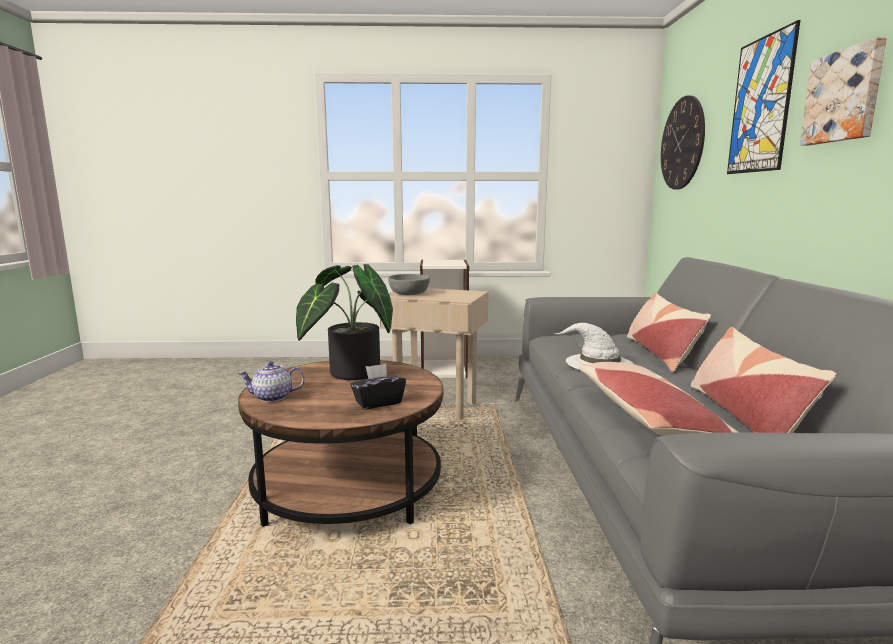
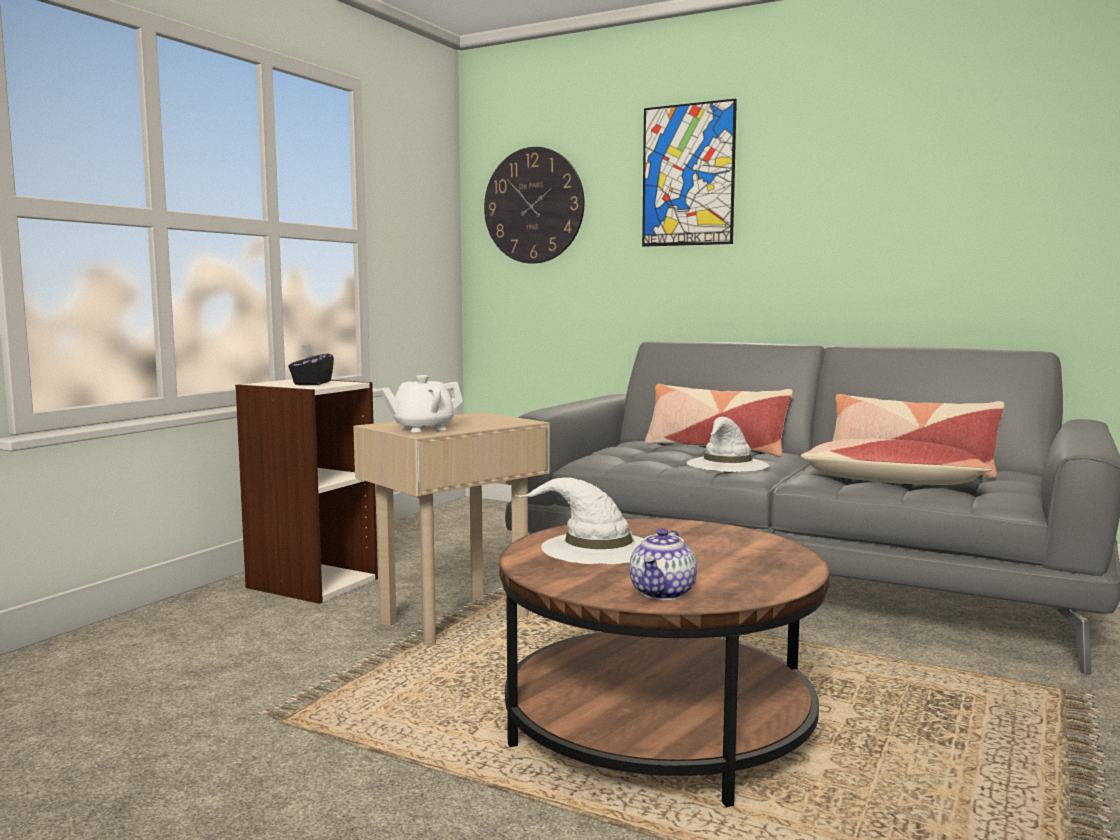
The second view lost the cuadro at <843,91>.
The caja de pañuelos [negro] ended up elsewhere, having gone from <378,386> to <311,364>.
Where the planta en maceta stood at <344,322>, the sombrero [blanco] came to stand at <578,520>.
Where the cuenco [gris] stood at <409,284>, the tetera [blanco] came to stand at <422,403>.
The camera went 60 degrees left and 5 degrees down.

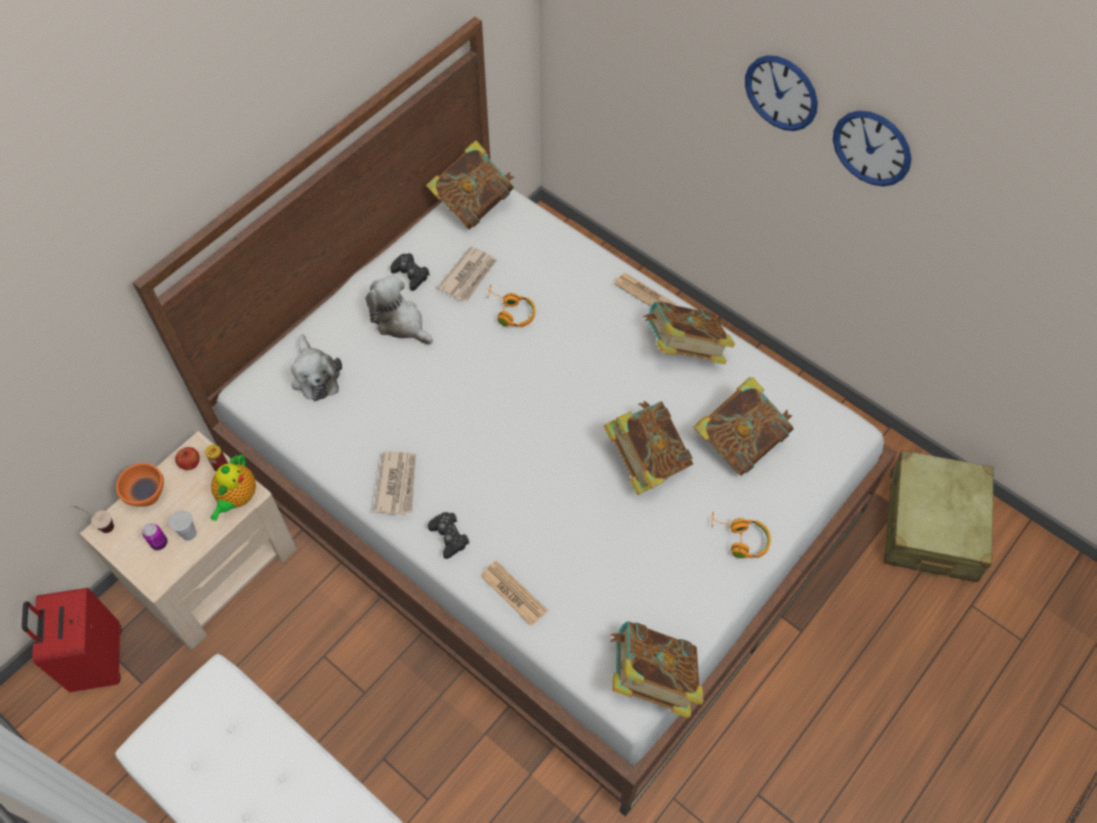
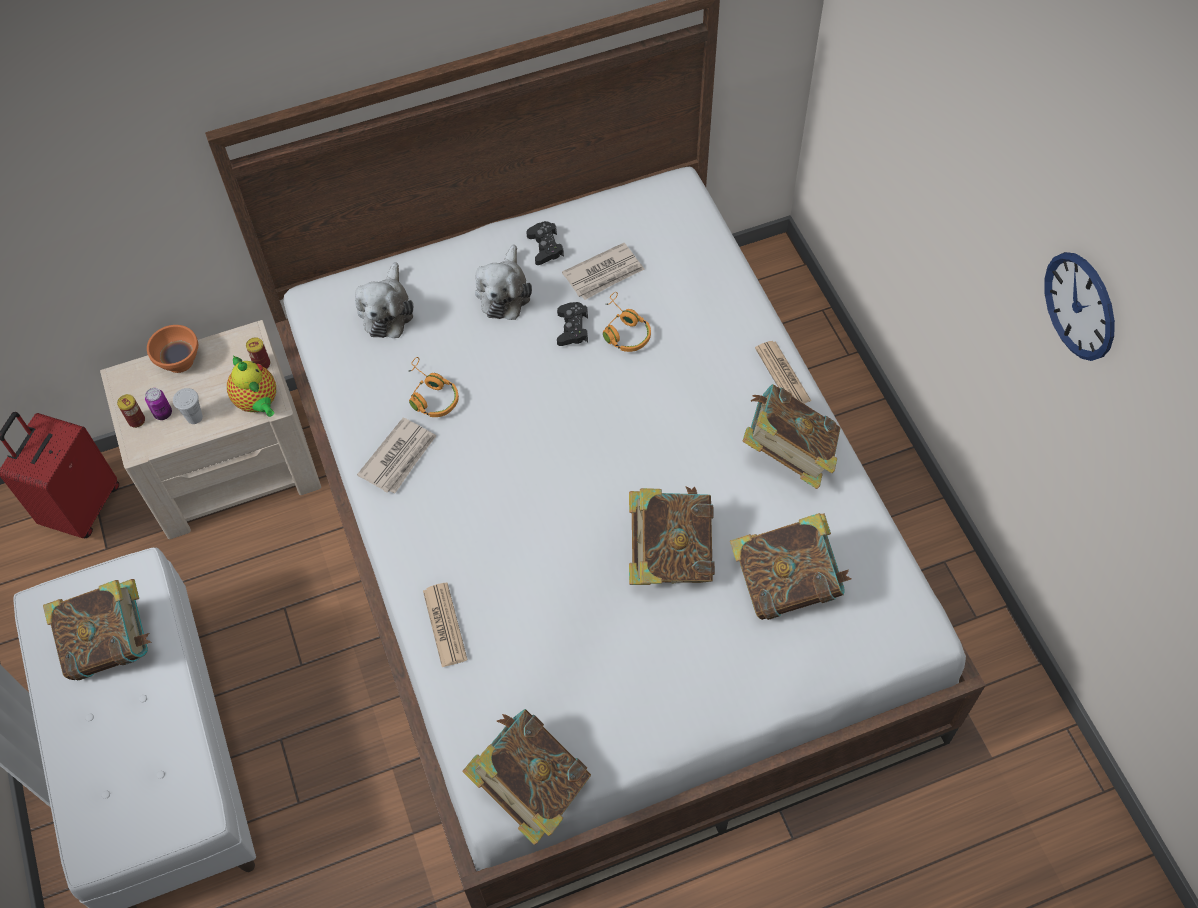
The second view lost the taza at <93,519>.
The second view lost the manzana at <187,458>.
The second view lost the reloj de pared at <781,93>.
The second view lost the maleta [beis] at <939,516>.
The second view gained the lata at <131,411>.
The libro ended up elsewhere, having gone from <470,184> to <97,629>.
The mando de consola [negro] ended up elsewhere, having gone from <448,535> to <572,324>.
The auriculares [naranja] ended up elsewhere, having gone from <741,535> to <434,387>.
The tetera at <233,488> ended up facing another way, 75 degrees counterclockwise from before.
The peluche at <399,309> ended up facing another way, 150 degrees counterclockwise from before.
The camera went 30 degrees right and 0 degrees up.

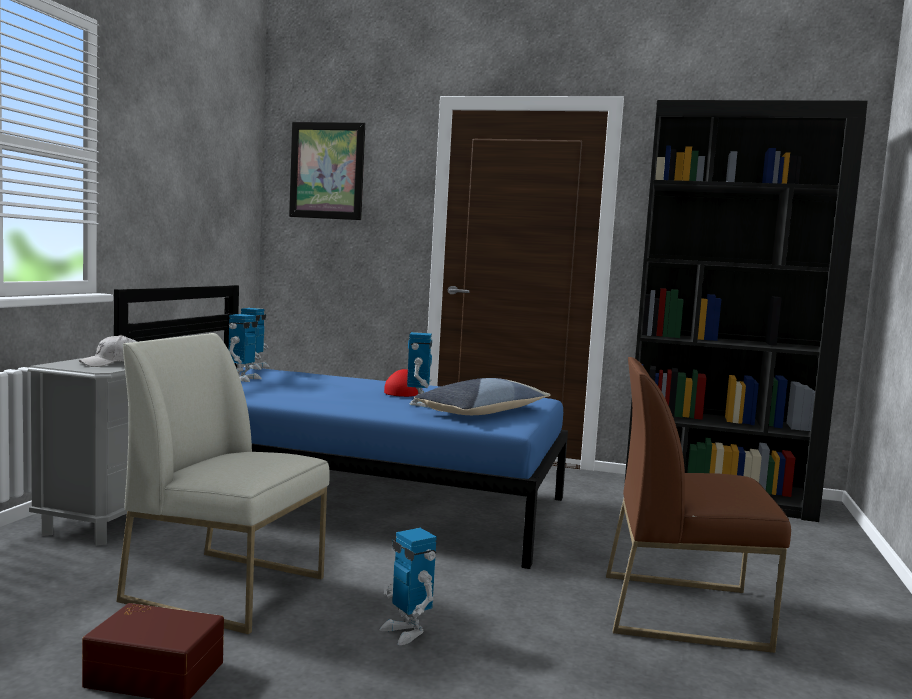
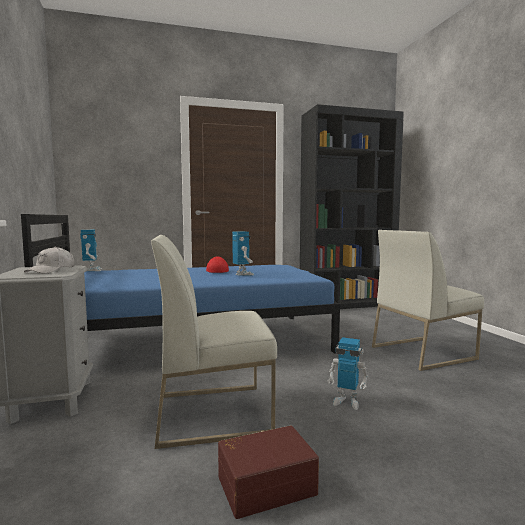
The second view lost the robot de juguete at <245,348>.
The second view lost the cuadro at <327,171>.
The second view lost the cojín at <482,396>.
What was the silla [marrón] at <698,505> turned into the silla [blanco] at <428,300>.
The camera went 30 degrees left and 0 degrees up.

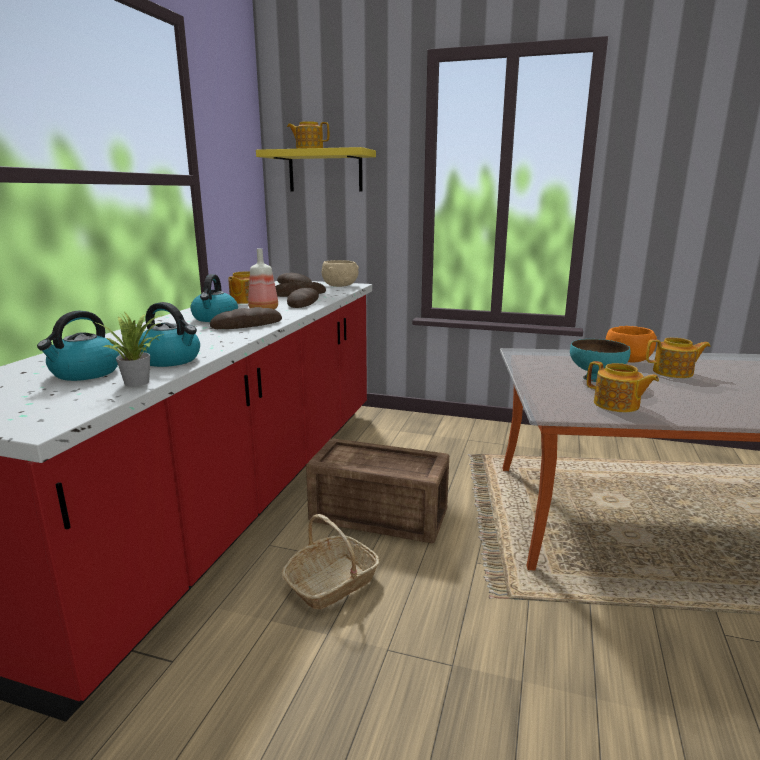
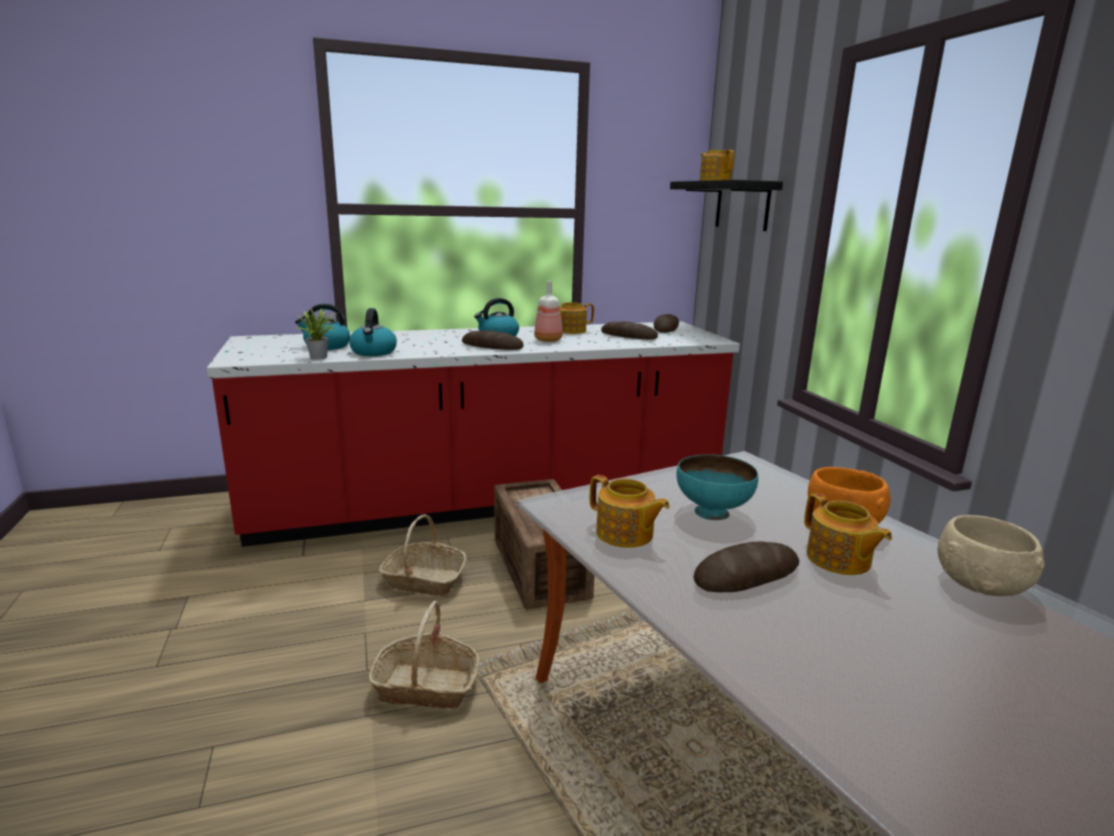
The second view gained the cesta at <424,655>.
The pan ended up elsewhere, having gone from <303,298> to <746,567>.
The cuenco [beis] ended up elsewhere, having gone from <340,273> to <991,555>.
What was the estante [amarillo] at <316,169> turned into the estante [negro] at <726,205>.
The tetera at <623,386> ended up facing another way, 60 degrees counterclockwise from before.
The camera went 55 degrees right and 0 degrees up.

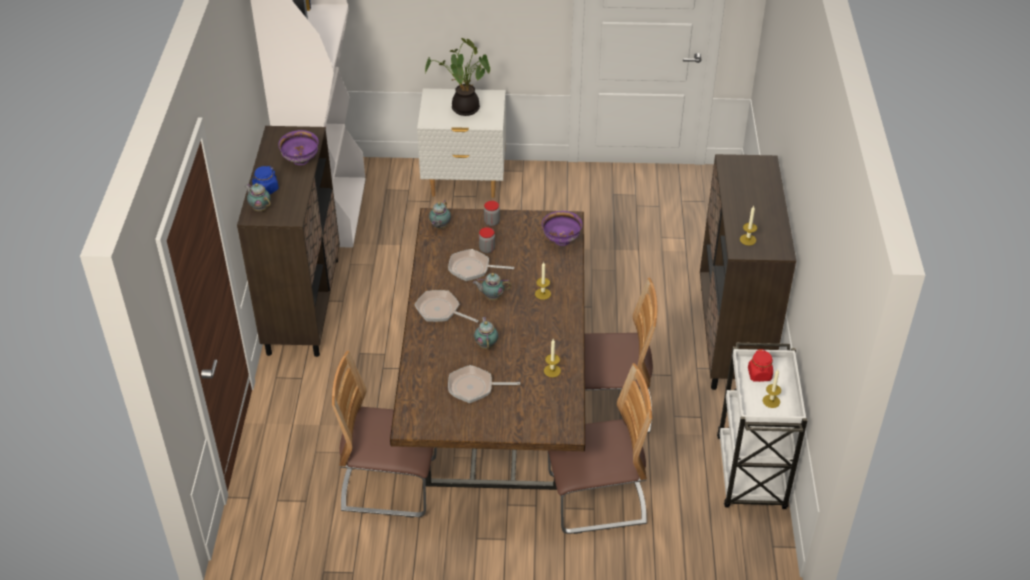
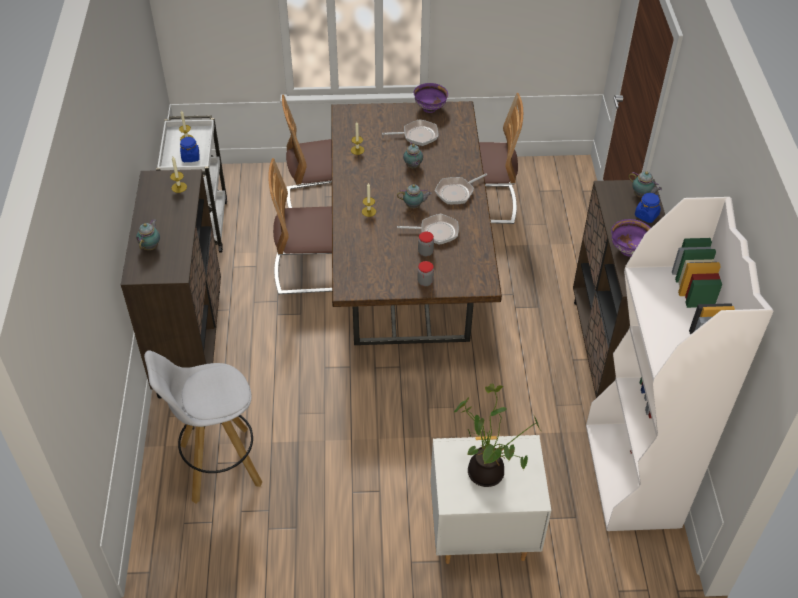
The second view gained the taburete [blanco] at <203,427>.
The tetera ended up elsewhere, having gone from <440,215> to <148,235>.
The cuenco [morado] ended up elsewhere, having gone from <562,228> to <431,98>.
What was the tarro [rojo] at <760,365> turned into the tarro [azul] at <189,149>.
The sartén at <446,306> ended up facing another way, 120 degrees clockwise from before.
The camera went 175 degrees right and 5 degrees up.

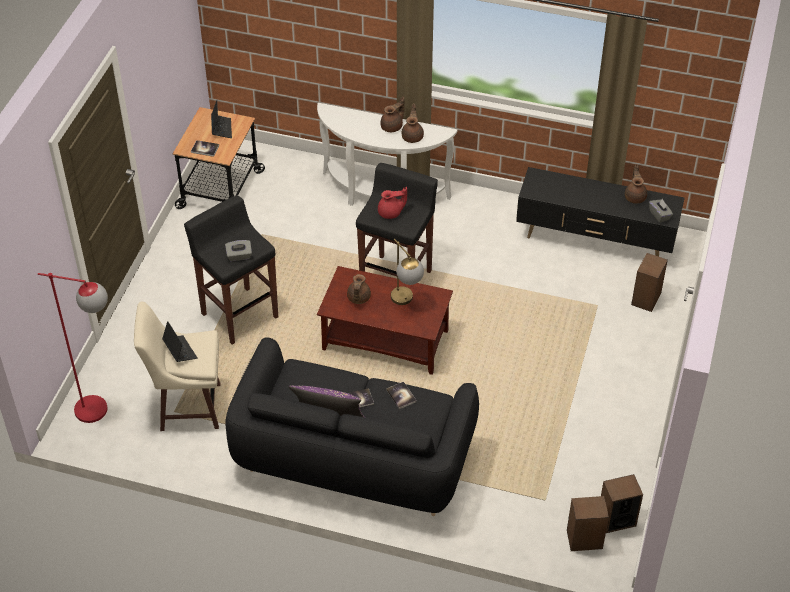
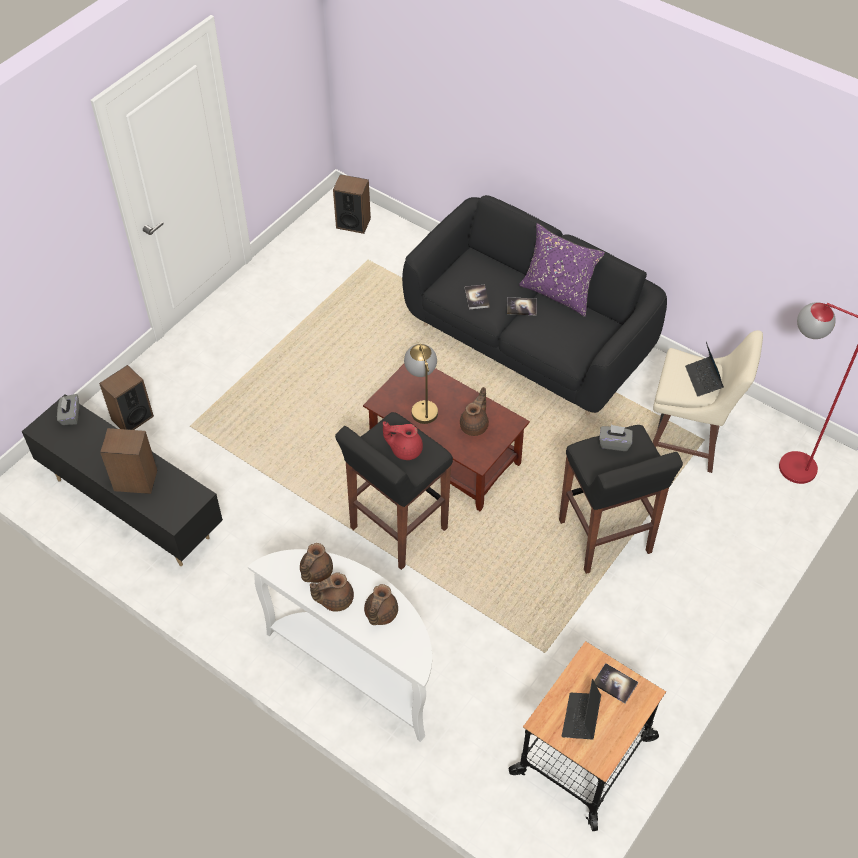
The altavoz ended up elsewhere, having gone from <622,503> to <128,461>.
The tetera [marrón] ended up elsewhere, having gone from <636,184> to <381,604>.
The camera went 160 degrees left and 5 degrees up.

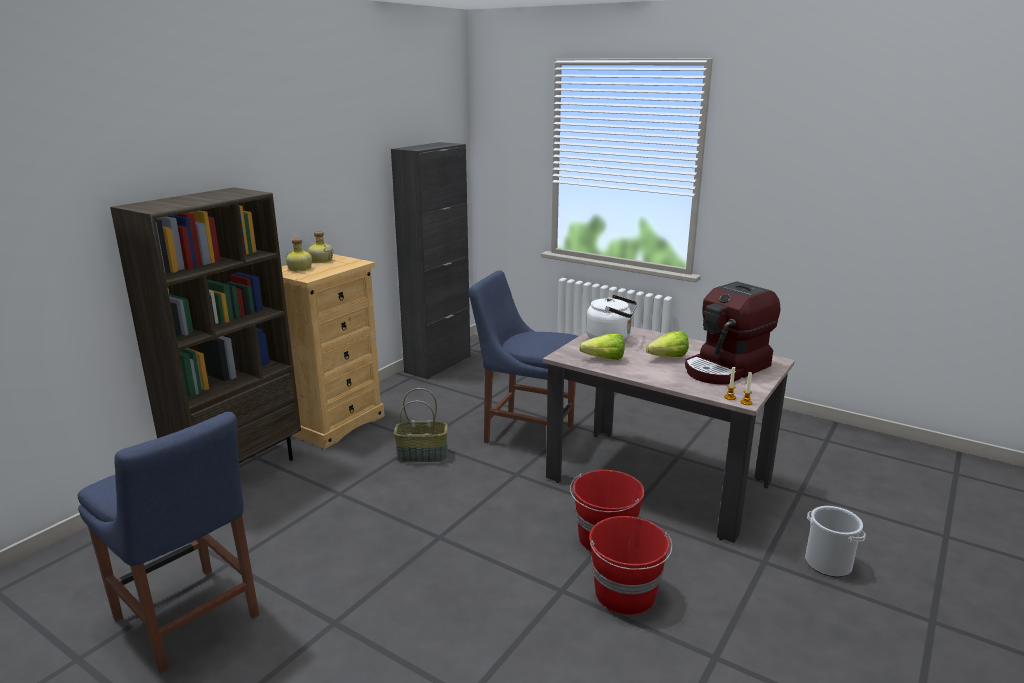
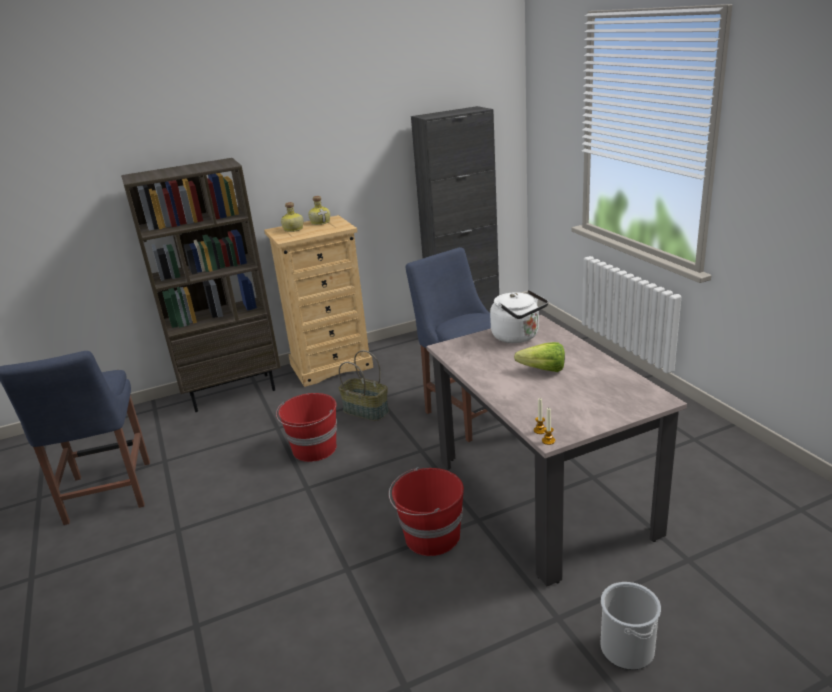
The second view lost the lechuga at <602,346>.
The second view lost the cafetera at <732,332>.
The cubo [rojo] ended up elsewhere, having gone from <630,565> to <306,427>.
The camera went 35 degrees right and 5 degrees up.

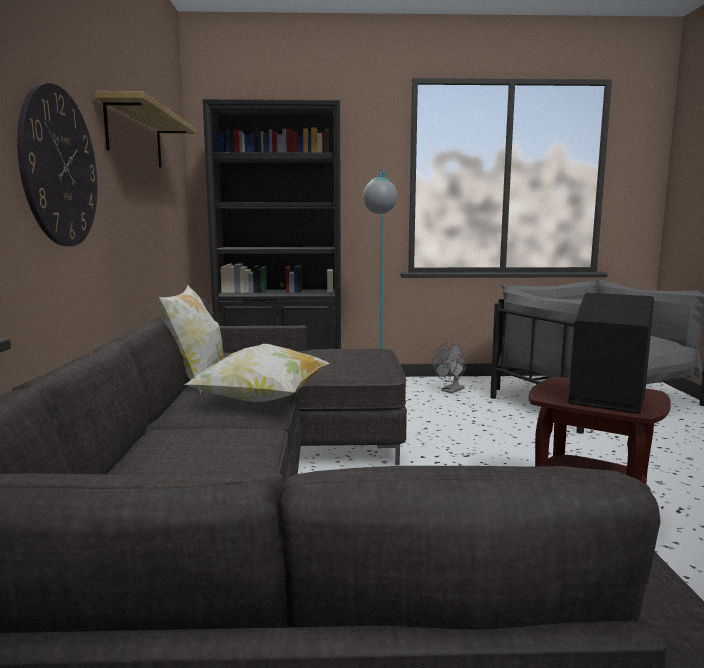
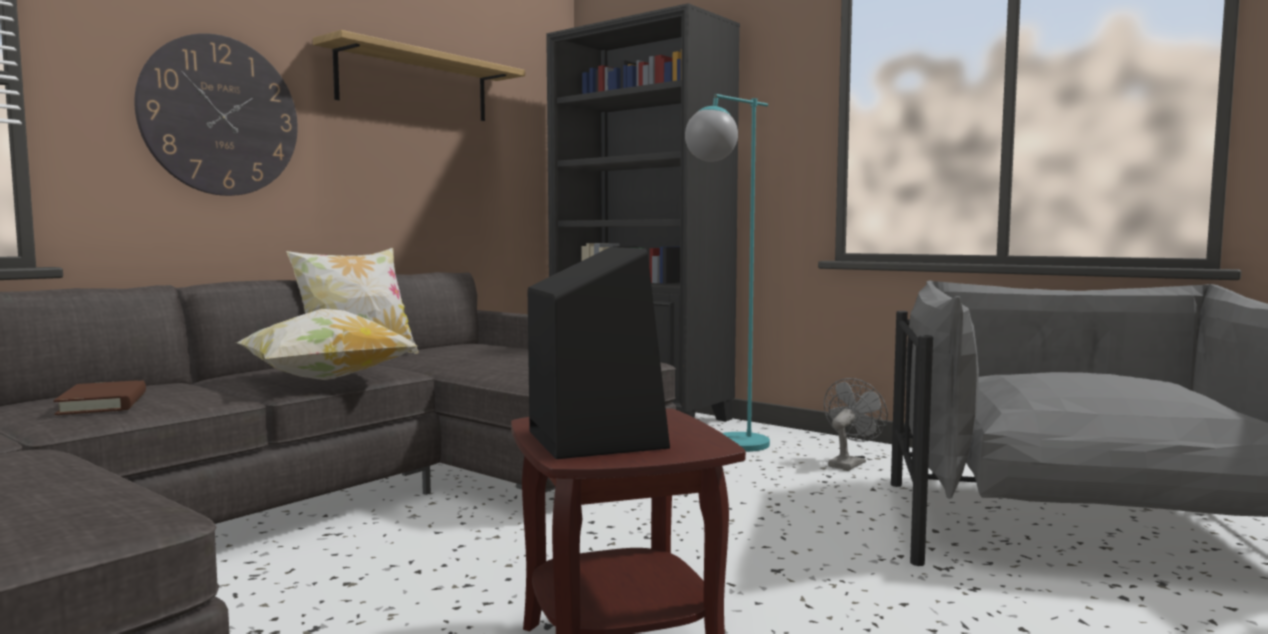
The second view gained the libro [marrón] at <99,397>.
The ventilador [gris] at <449,368> ended up facing another way, 135 degrees clockwise from before.
The camera went 40 degrees right and 5 degrees down.

